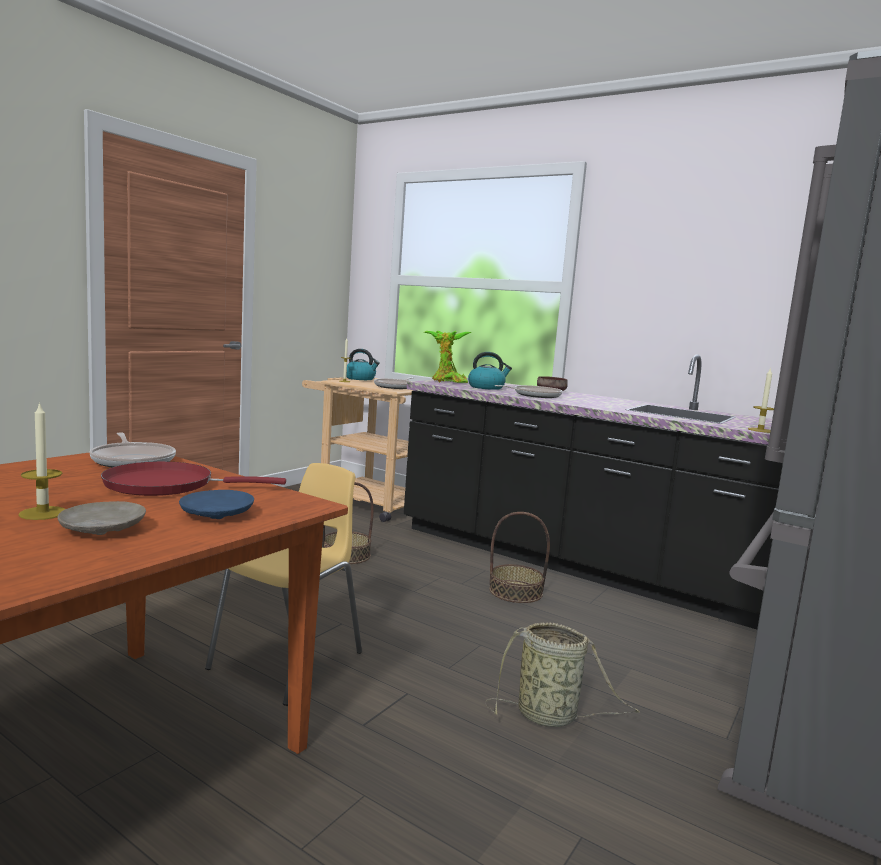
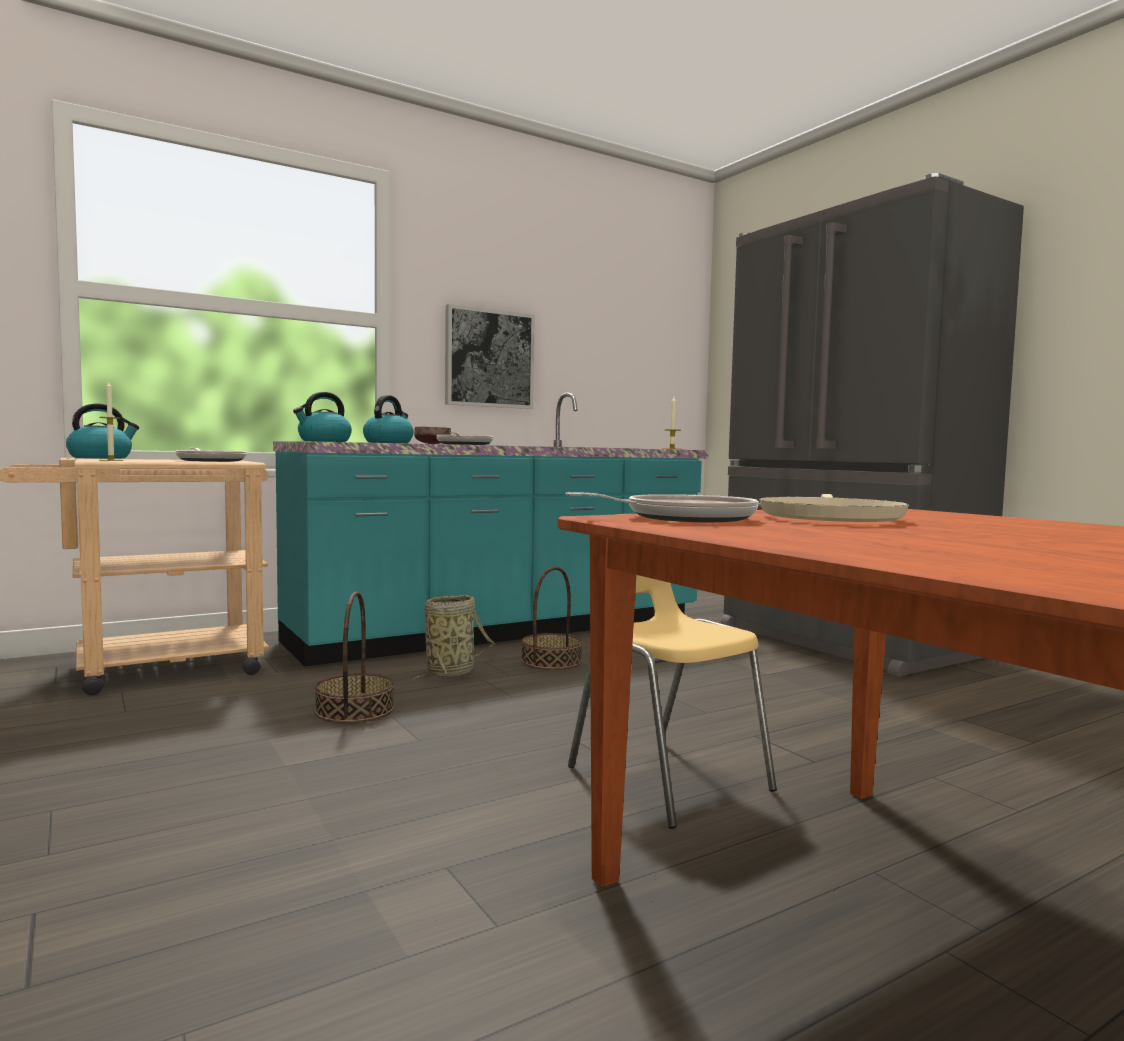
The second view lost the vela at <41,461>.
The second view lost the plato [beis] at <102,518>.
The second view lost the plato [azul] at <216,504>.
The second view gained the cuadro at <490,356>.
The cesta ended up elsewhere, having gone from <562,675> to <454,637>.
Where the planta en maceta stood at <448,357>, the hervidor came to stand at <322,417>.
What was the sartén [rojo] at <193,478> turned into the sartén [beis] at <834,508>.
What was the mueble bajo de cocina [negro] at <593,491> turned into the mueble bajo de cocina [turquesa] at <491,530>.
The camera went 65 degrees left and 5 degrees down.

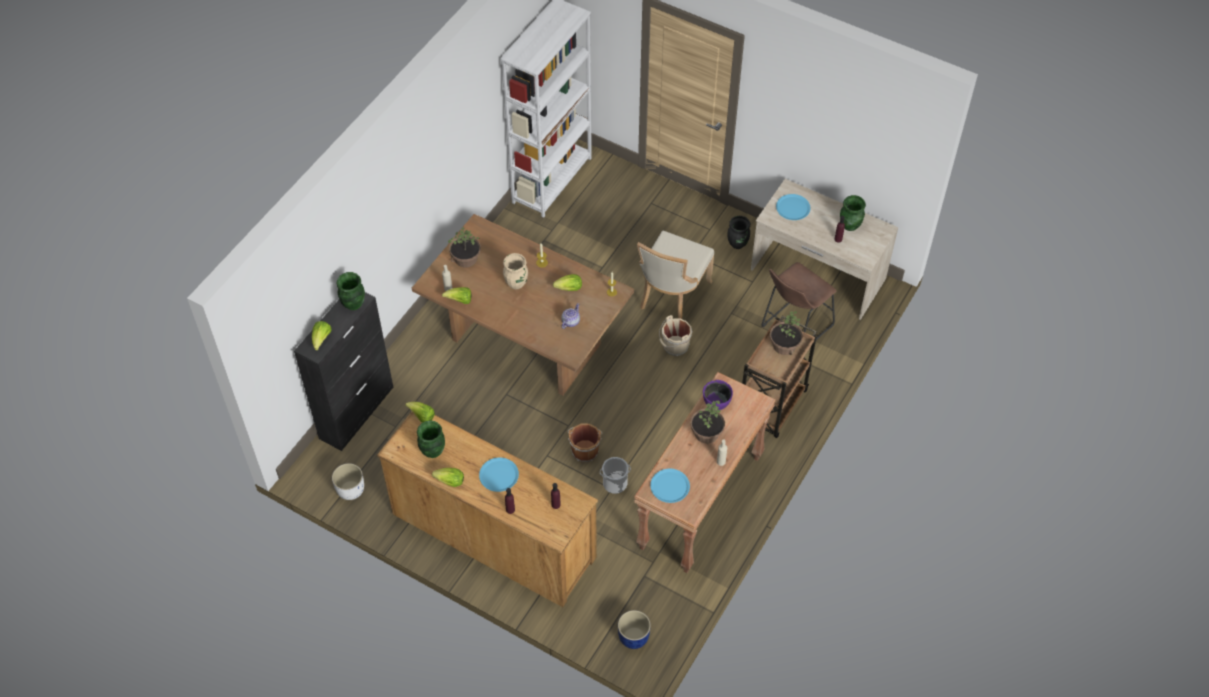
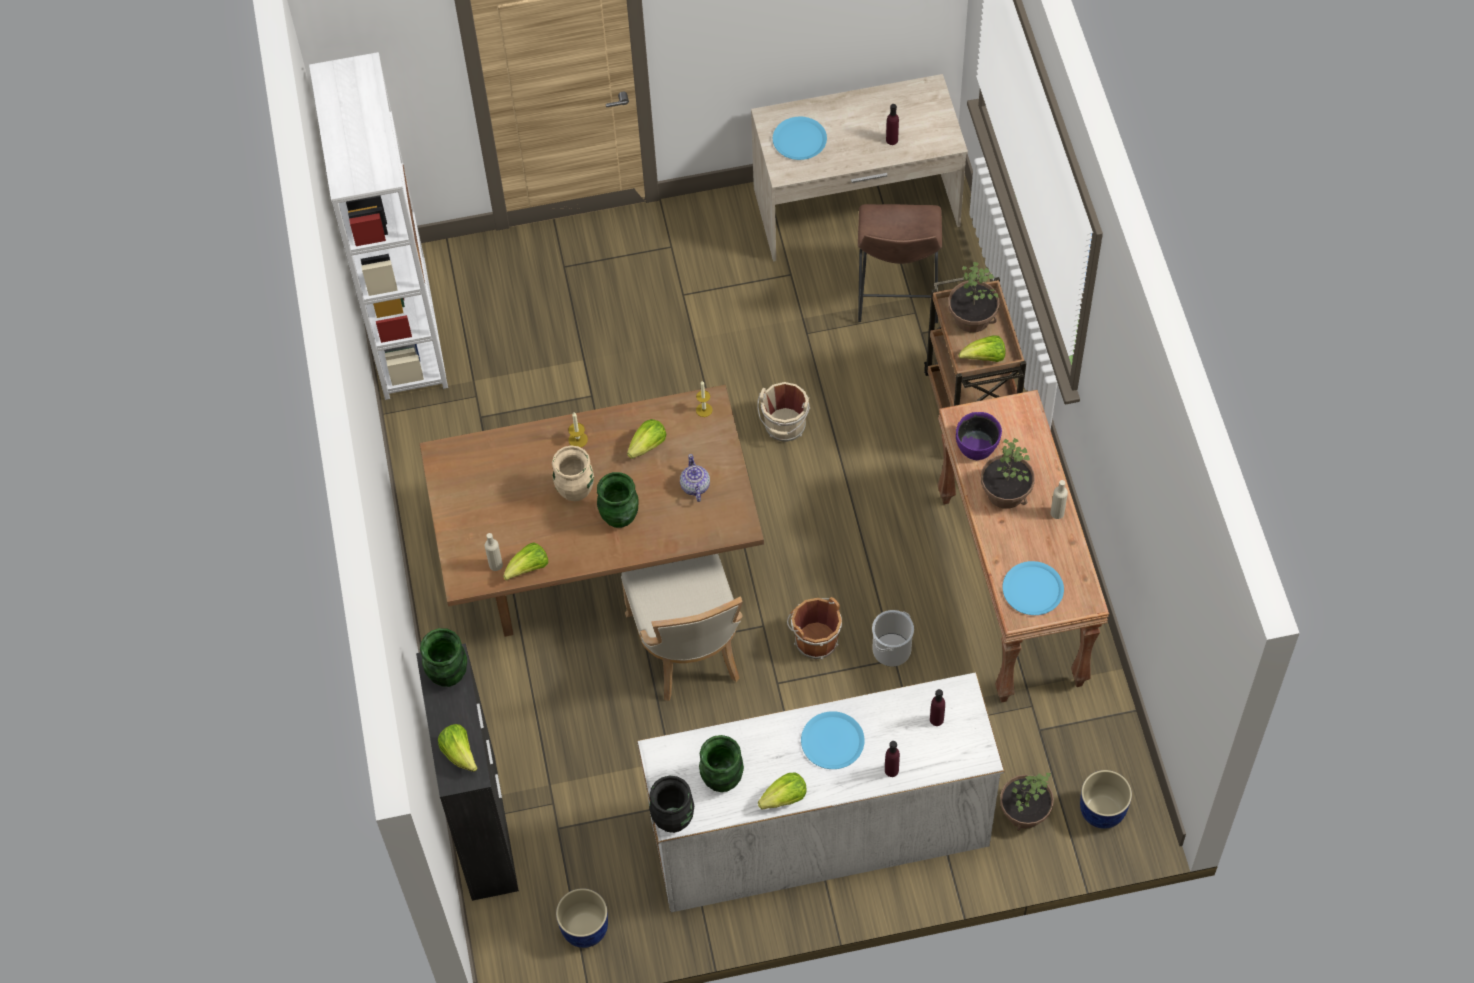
The lechuga ended up elsewhere, having gone from <420,412> to <982,348>.
The planta en maceta ended up elsewhere, having gone from <464,247> to <1027,801>.
The silla [beis] ended up elsewhere, having gone from <675,275> to <682,627>.
The florero [negro] ended up elsewhere, having gone from <738,232> to <671,804>.
The florero [verde] ended up elsewhere, having gone from <853,213> to <618,500>.
What was the maceta [blanco] at <348,481> turned into the maceta [azul] at <582,918>.
What was the cómoda [marrón] at <487,509> turned into the cómoda [blanco] at <820,792>.
The camera went 40 degrees left and 5 degrees up.

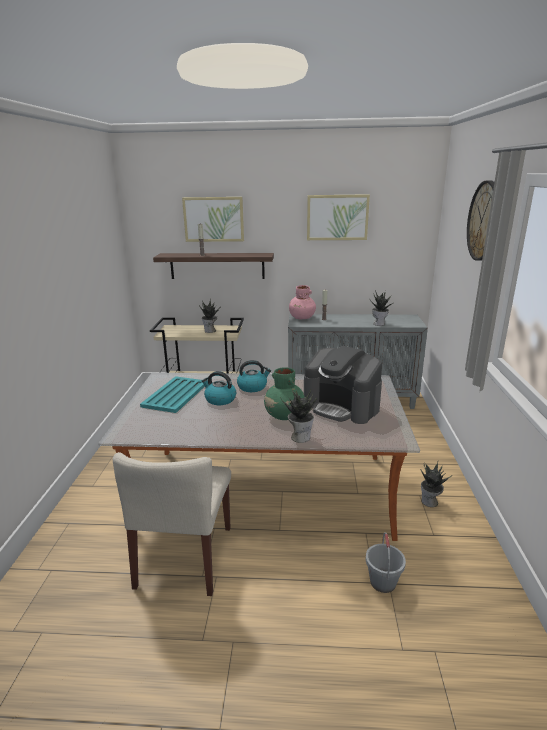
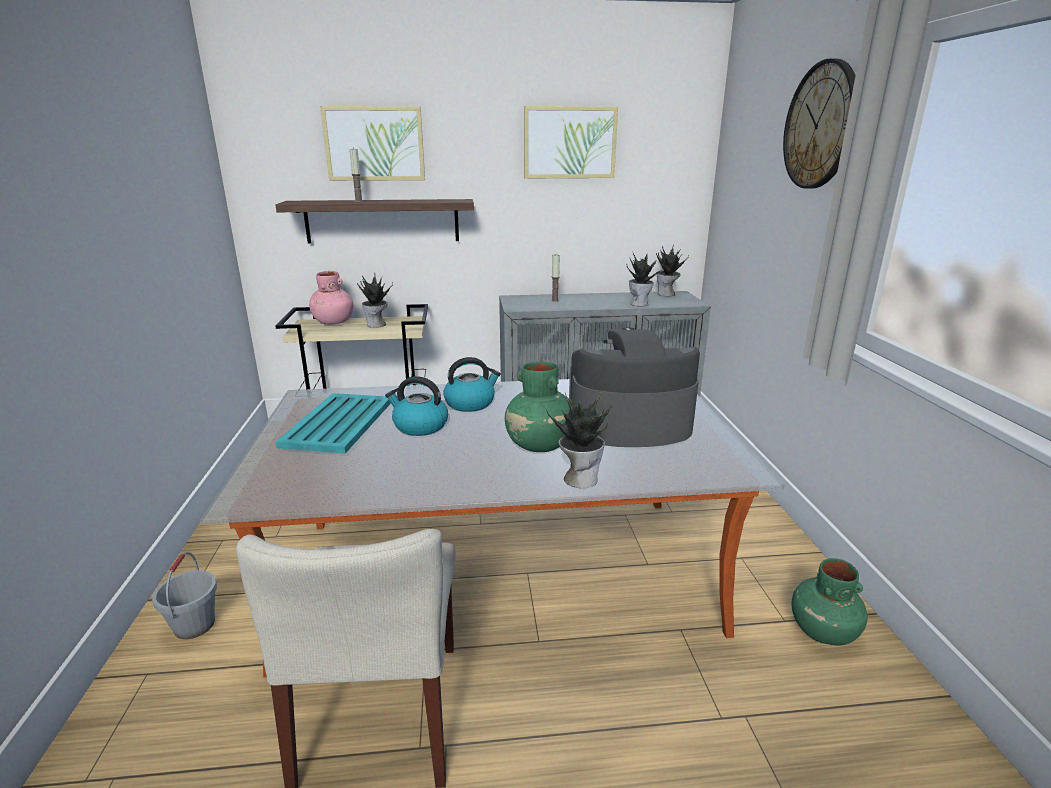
The second view gained the florero [verde] at <830,602>.
The florero [rosa] ended up elsewhere, having gone from <302,302> to <331,298>.
The cubo [gris] ended up elsewhere, having gone from <386,562> to <184,595>.
The planta en maceta ended up elsewhere, having gone from <436,484> to <672,271>.
The cafetera at <343,385> ended up facing another way, 150 degrees clockwise from before.
The camera went 10 degrees left and 0 degrees up.

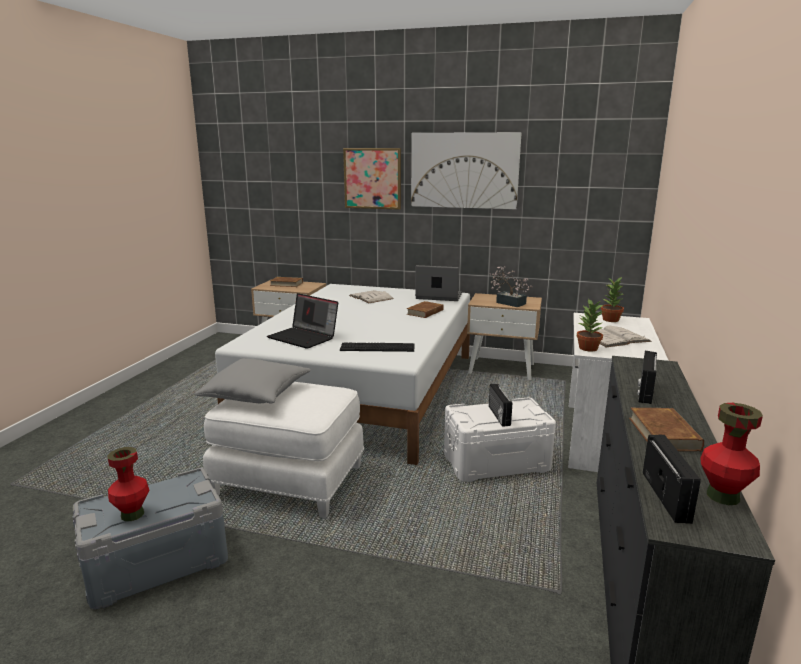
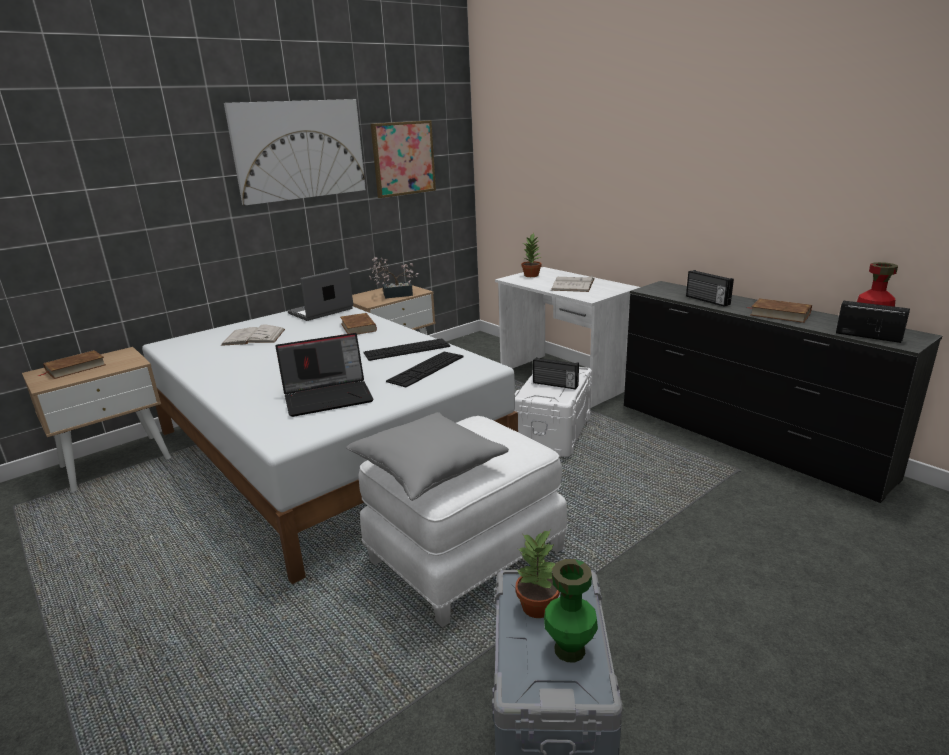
The second view gained the teclado at <406,350>.
The cuadro ended up elsewhere, having gone from <372,179> to <403,159>.
The planta en maceta ended up elsewhere, having gone from <590,326> to <537,574>.
What was the florero [rojo] at <128,484> turned into the florero [verde] at <571,610>.
The camera went 55 degrees left and 5 degrees up.

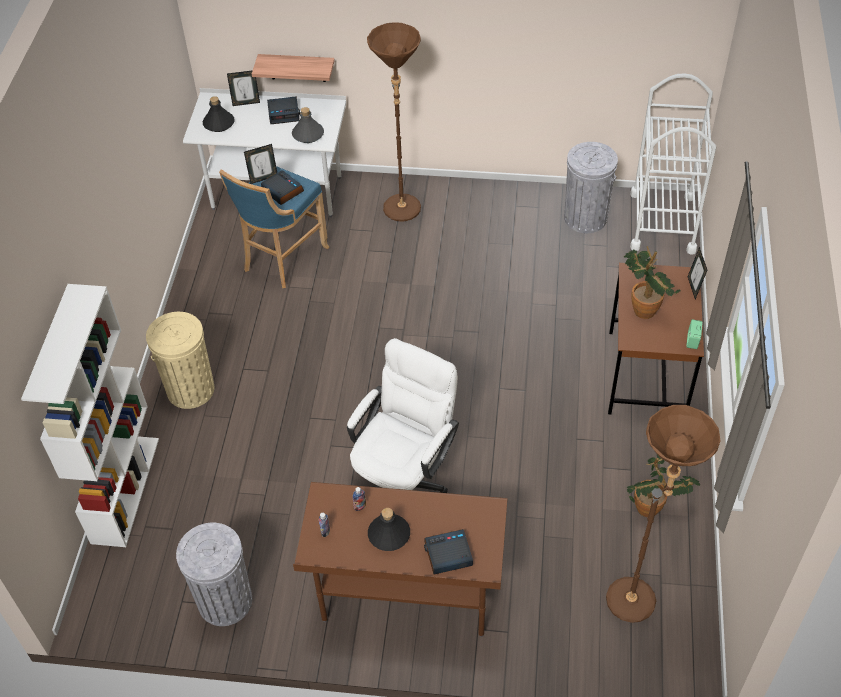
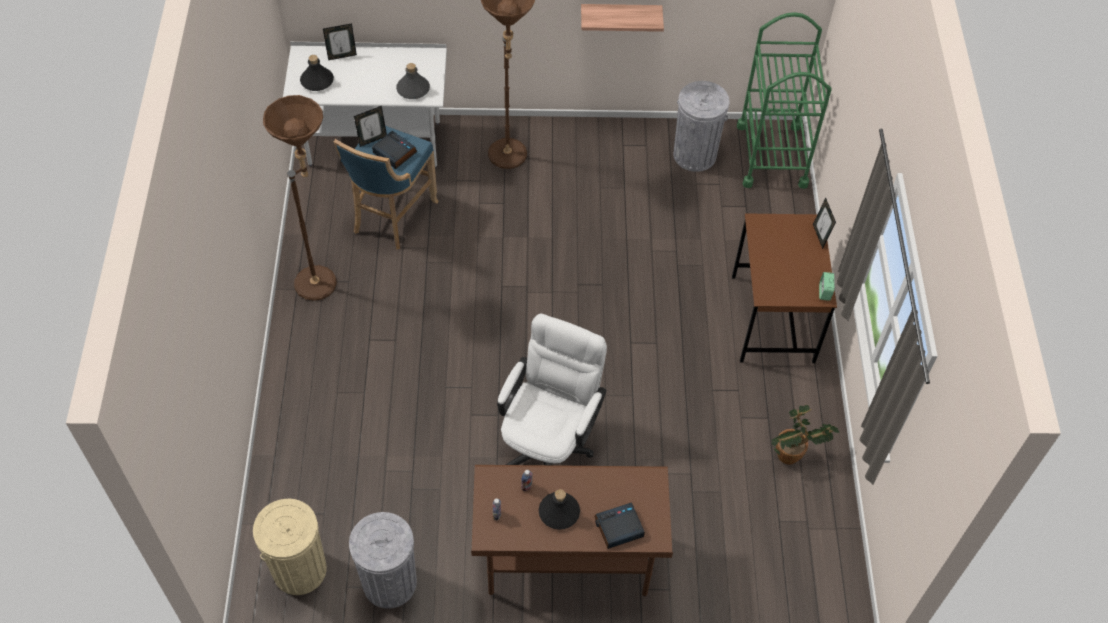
The second view lost the estantería [blanco] at <90,415>.
The second view lost the despertador at <283,110>.
The second view lost the planta en maceta at <652,282>.
The papelera [beis] ended up elsewhere, having gone from <180,360> to <290,547>.
The estante ended up elsewhere, having gone from <293,68> to <622,18>.
The lámpara de pie [marrón] ended up elsewhere, having gone from <663,514> to <300,198>.
What was the carrito [blanco] at <673,164> turned into the carrito [verde] at <784,100>.
The camera went 10 degrees left and 5 degrees up.

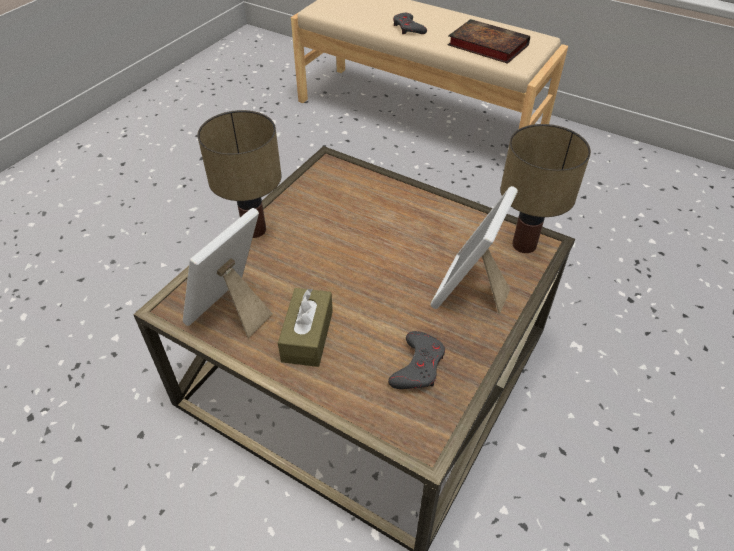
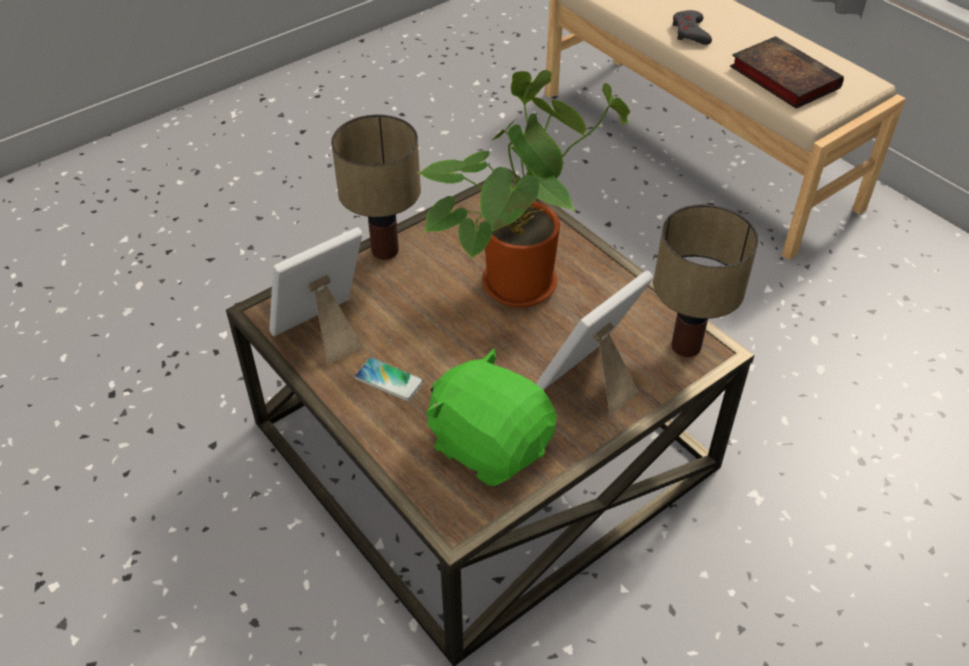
The second view gained the planta en maceta at <523,189>.
Where the caja de pañuelos [marrón] stood at <305,327>, the móvil came to stand at <389,379>.
Where the mando de consola [gris] stood at <416,360>, the peluche [verde] came to stand at <491,417>.
The camera went 20 degrees right and 0 degrees up.

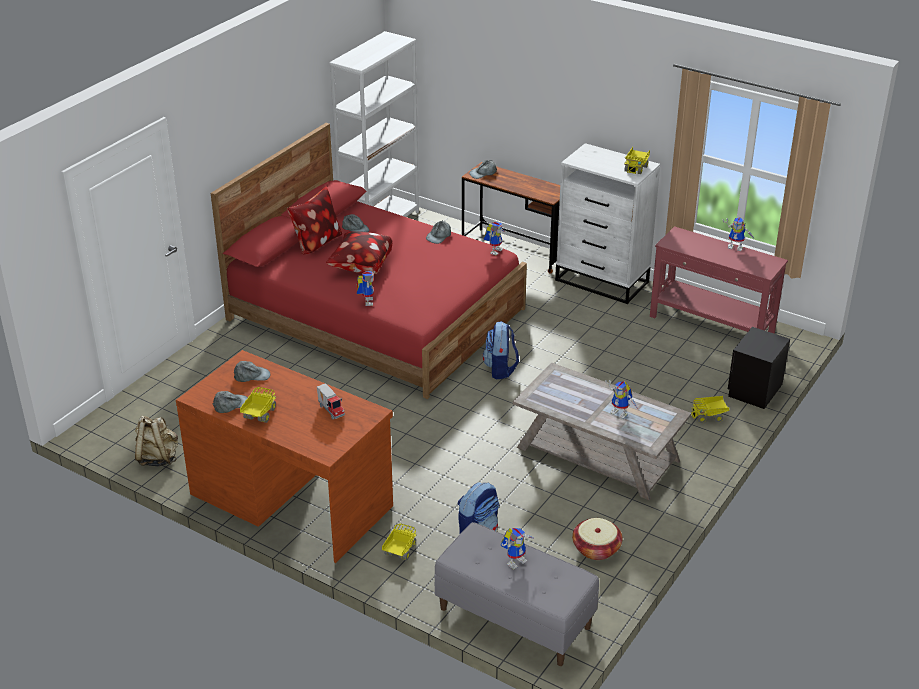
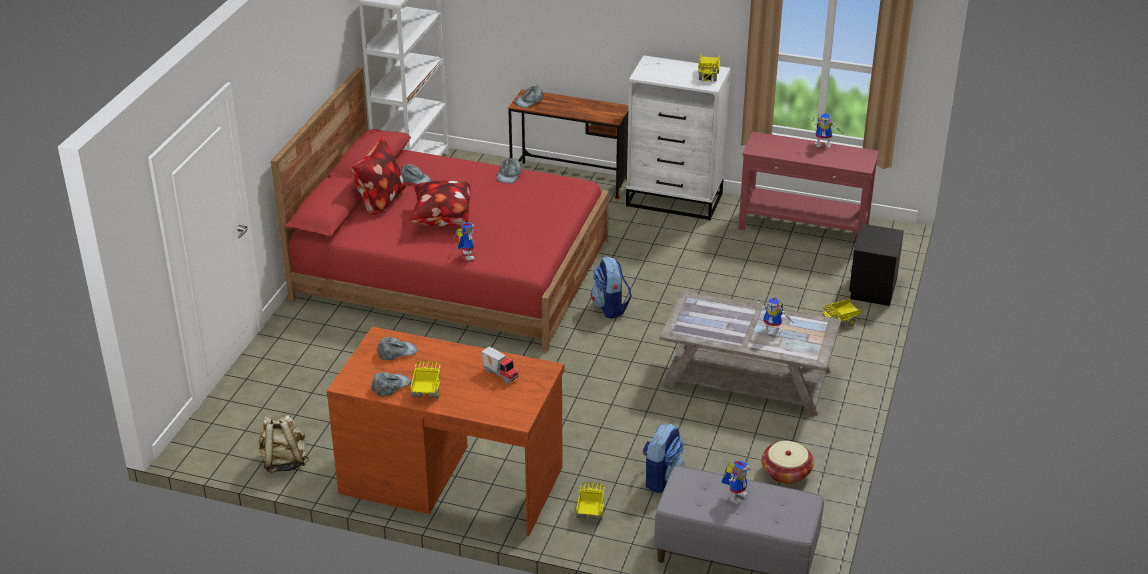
The second view lost the robot de juguete at <494,238>.
The camera went 15 degrees left and 0 degrees up.

